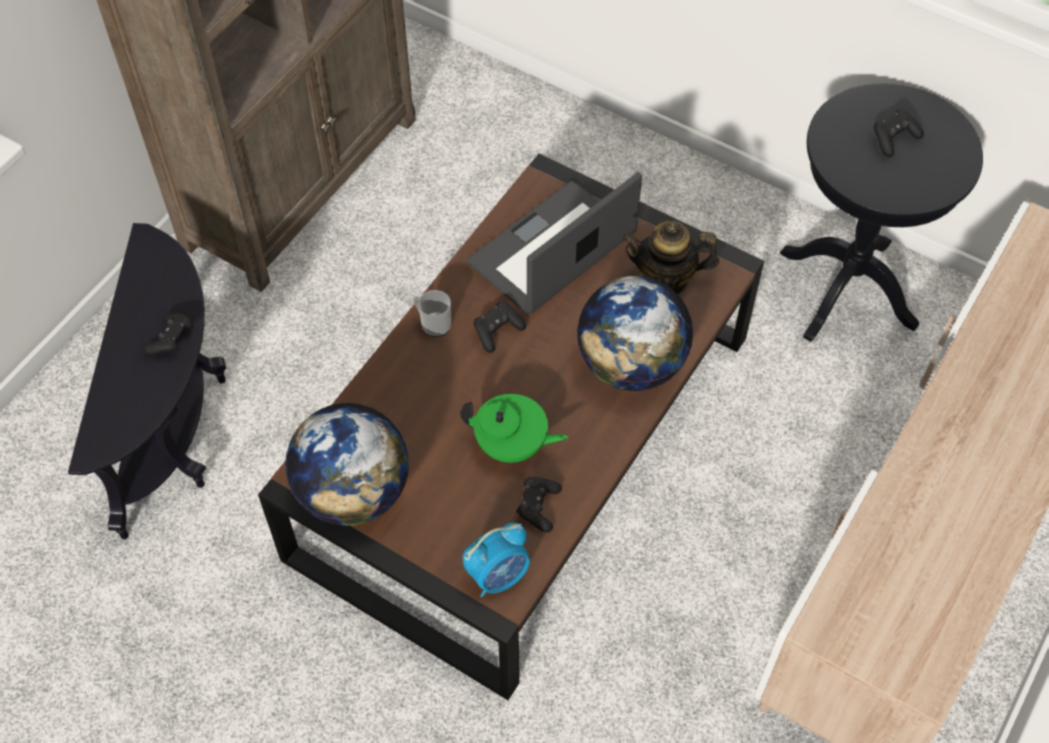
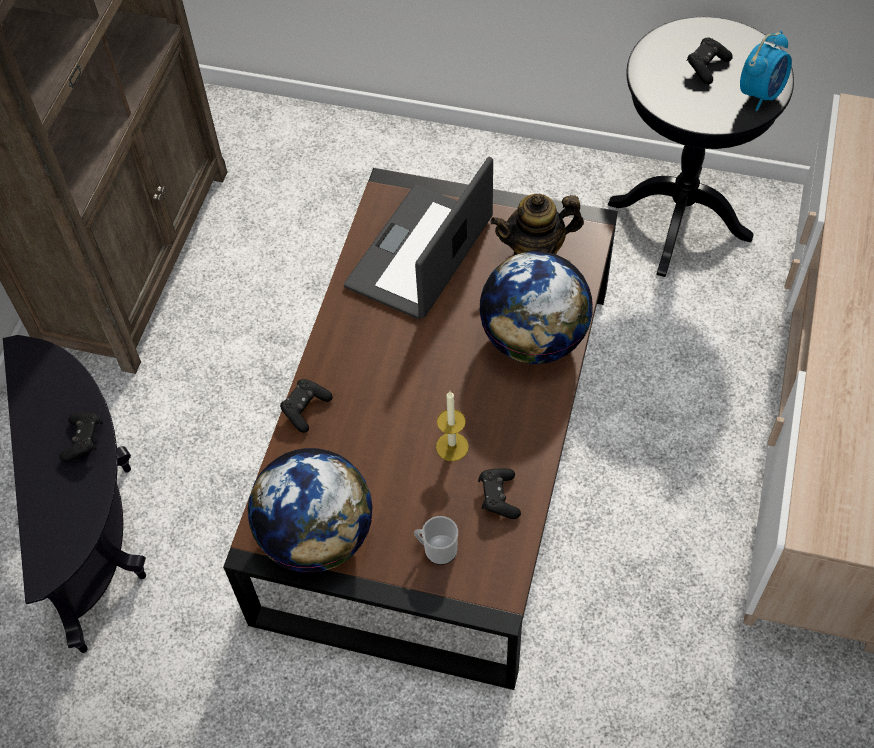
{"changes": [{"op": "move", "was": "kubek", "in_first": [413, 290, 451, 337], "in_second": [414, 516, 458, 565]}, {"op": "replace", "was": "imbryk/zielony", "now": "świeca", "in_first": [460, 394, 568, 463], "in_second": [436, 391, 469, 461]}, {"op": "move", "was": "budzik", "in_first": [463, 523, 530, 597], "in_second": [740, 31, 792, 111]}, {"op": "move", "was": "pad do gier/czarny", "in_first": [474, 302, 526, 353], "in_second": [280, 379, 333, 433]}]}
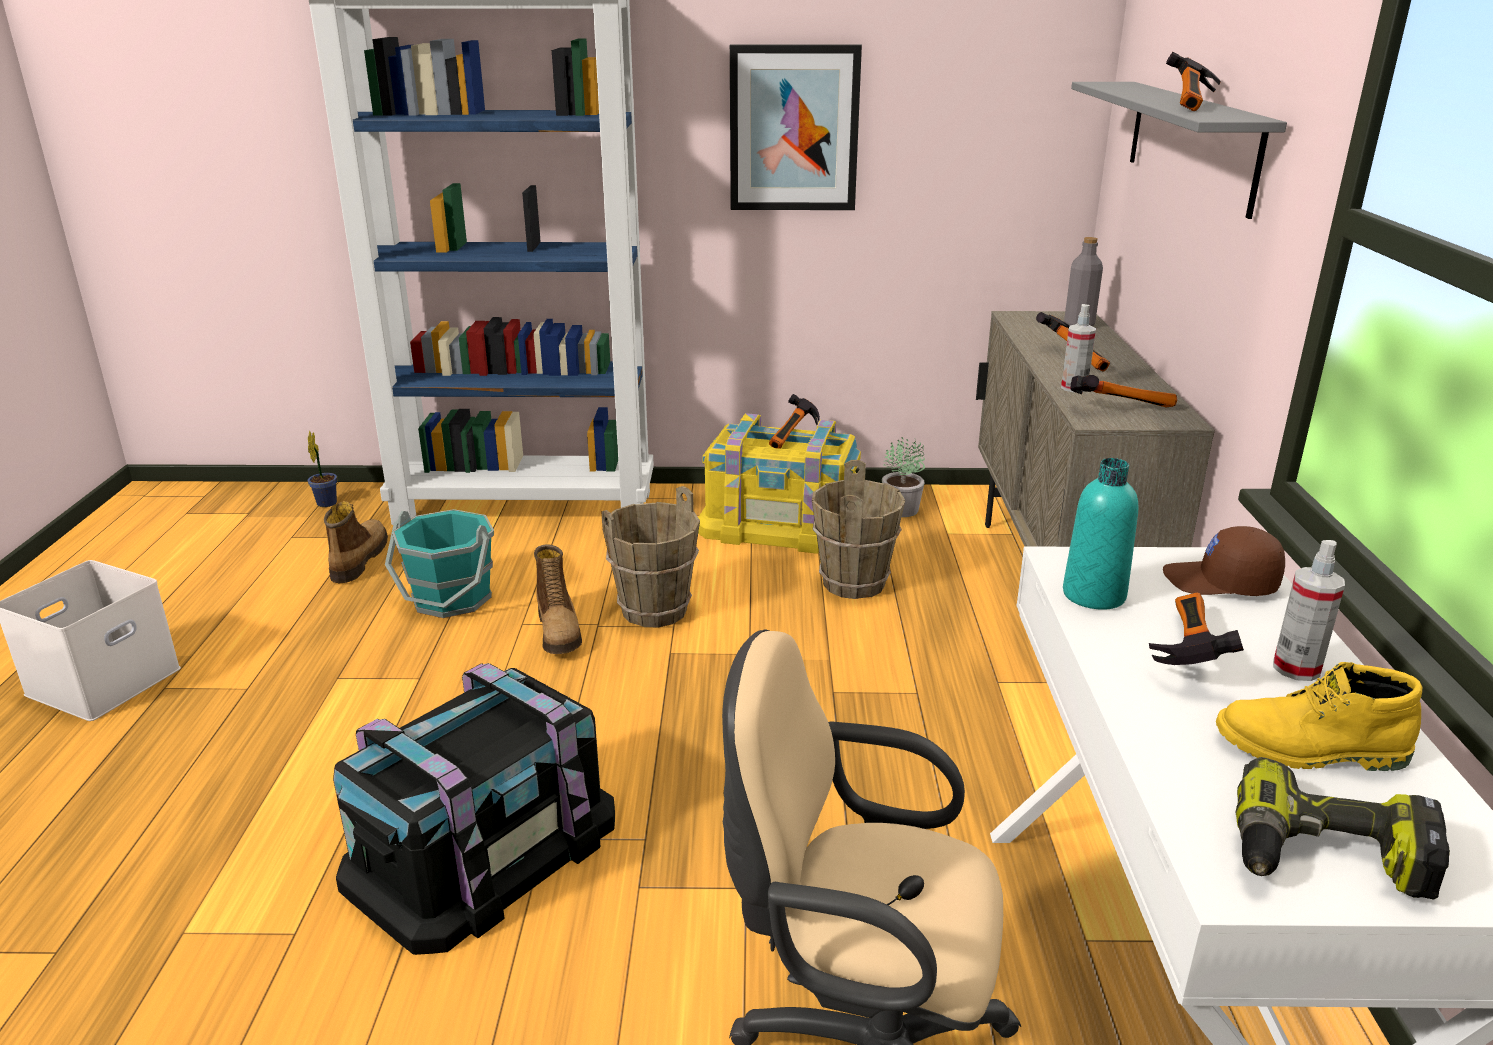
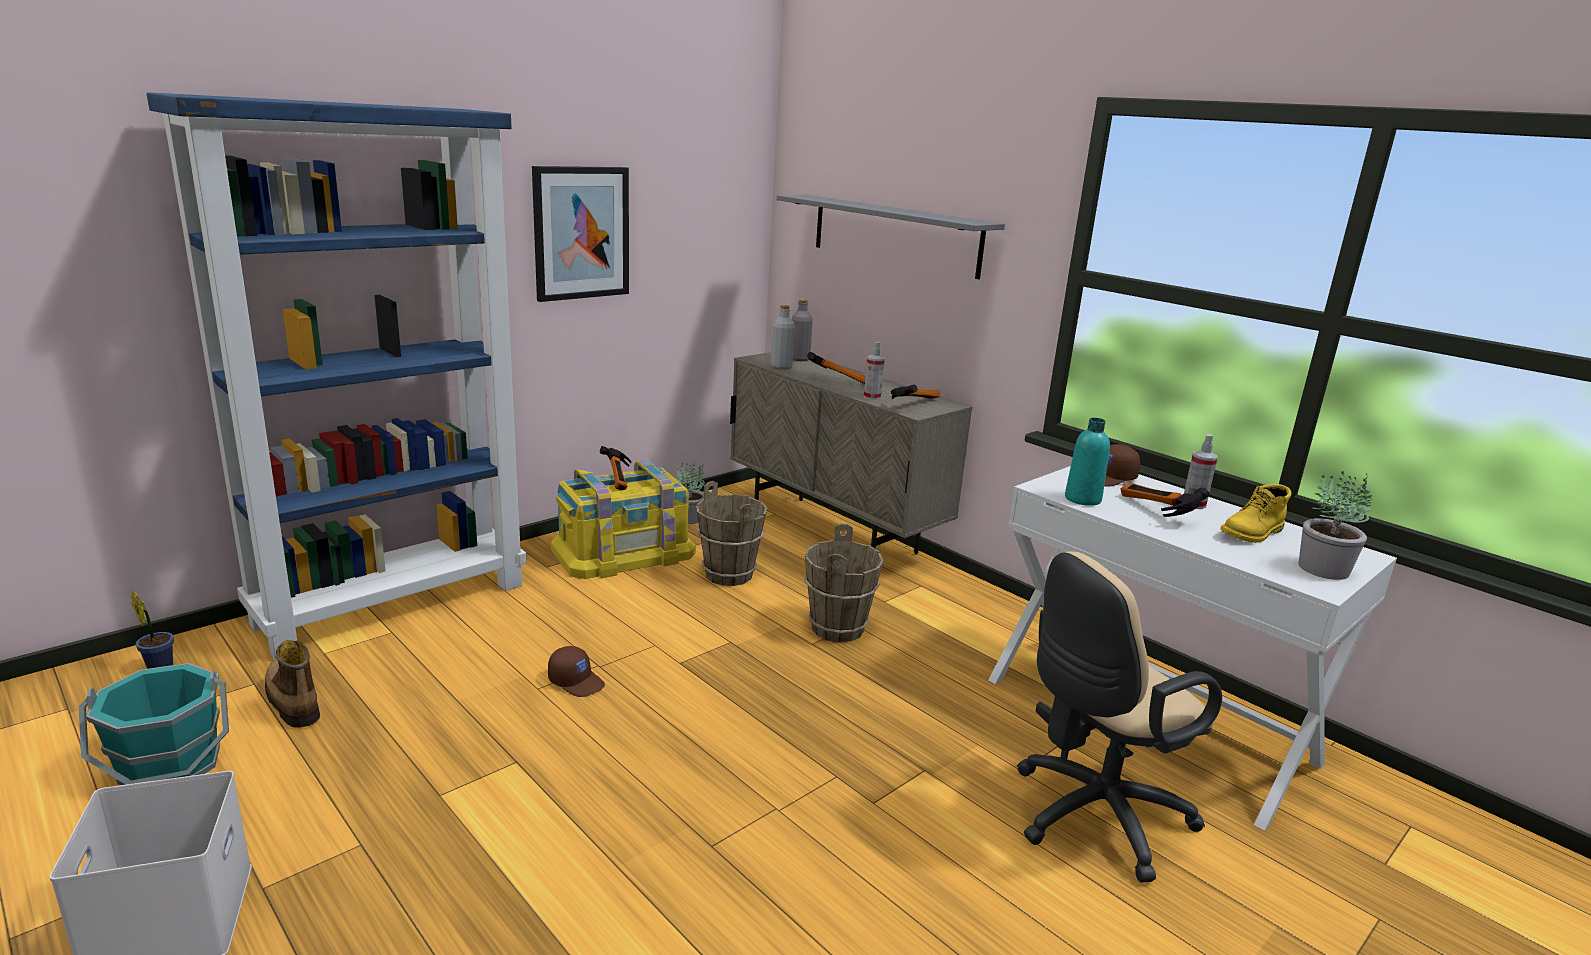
{"changes": [{"op": "delete", "was": "pojemnik do przechowywania/czarny", "in_first": [333, 663, 615, 955]}, {"op": "move", "was": "wiadro/turkusowy", "in_first": [385, 509, 494, 618], "in_second": [79, 663, 229, 785]}, {"op": "replace", "was": "but z cholewką", "now": "czapka z daszkiem/brązowy", "in_first": [534, 544, 582, 654], "in_second": [548, 646, 605, 697]}, {"op": "move", "was": "wiadro/brązowy", "in_first": [601, 486, 700, 627], "in_second": [804, 524, 884, 642]}, {"op": "delete", "was": "młotek", "in_first": [1166, 52, 1221, 111]}, {"op": "replace", "was": "wiertarka", "now": "roślina doniczkowa", "in_first": [1236, 757, 1450, 899], "in_second": [1298, 471, 1372, 580]}, {"op": "insert", "now": "butelka/szary", "in_second": [771, 305, 795, 370]}]}
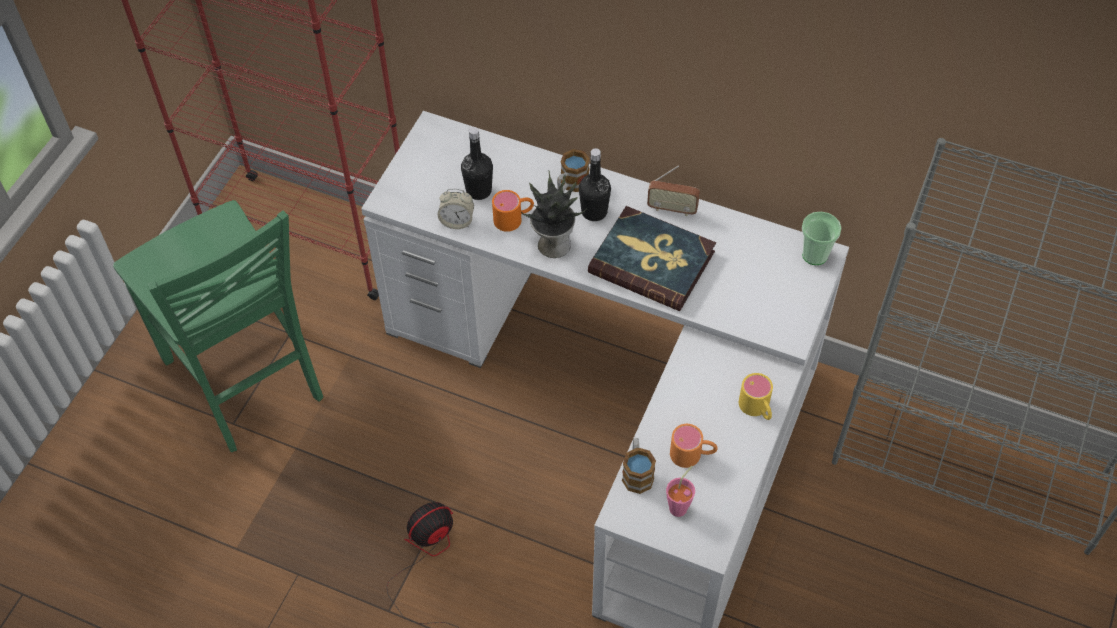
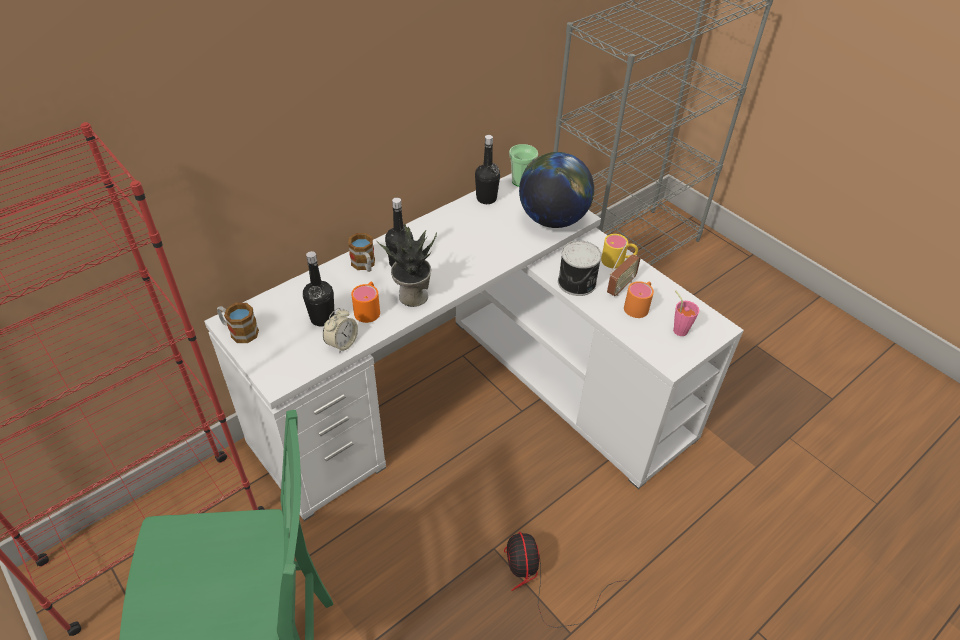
{"changes": [{"op": "delete", "was": "książka", "in_first": [588, 206, 716, 311]}, {"op": "move", "was": "kubek", "in_first": [622, 438, 656, 494], "in_second": [217, 303, 259, 343]}, {"op": "move", "was": "radio", "in_first": [647, 166, 700, 216], "in_second": [607, 245, 640, 296]}, {"op": "insert", "now": "butelka/czarny", "in_second": [475, 135, 500, 204]}, {"op": "insert", "now": "globus", "in_second": [519, 152, 594, 228]}, {"op": "insert", "now": "puszka", "in_second": [558, 241, 602, 296]}]}
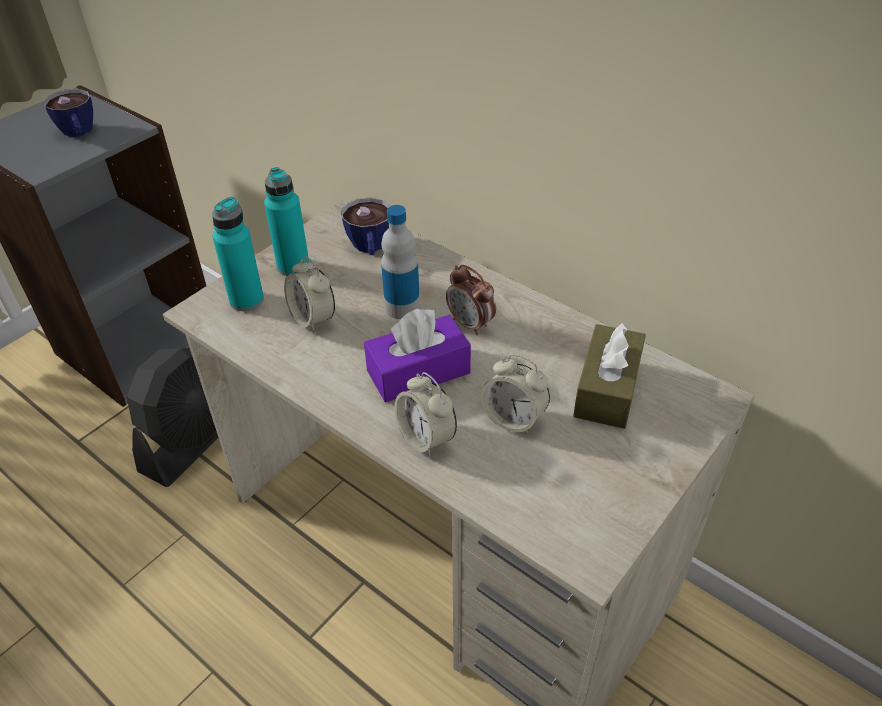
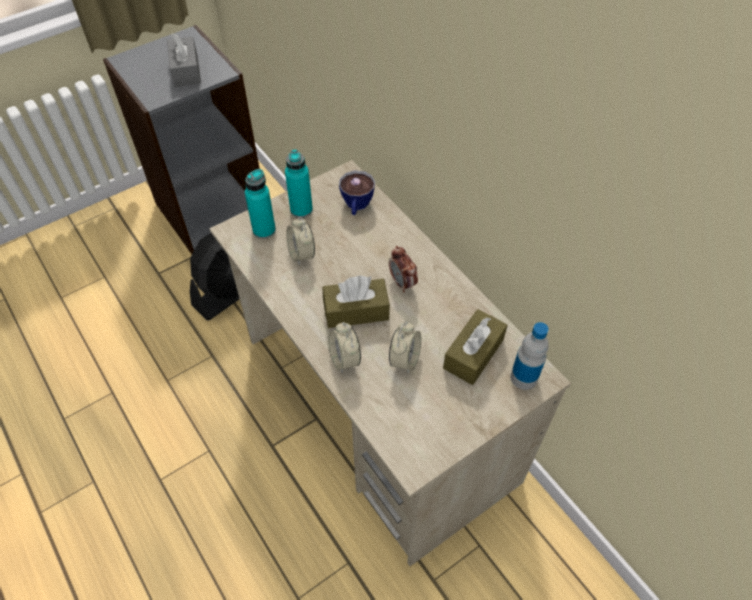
{"changes": [{"op": "replace", "was": "filiżanka", "now": "pudełko chusteczek/szary", "in_first": [43, 89, 93, 137], "in_second": [167, 33, 201, 87]}, {"op": "recolor", "was": "pudełko chusteczek/fioletowy", "now": "pudełko chusteczek/brązowy", "in_first": [364, 309, 471, 402], "in_second": [323, 276, 390, 328]}, {"op": "move", "was": "butelka", "in_first": [381, 205, 420, 319], "in_second": [510, 322, 549, 390]}, {"op": "rotate", "was": "budzik", "in_first": [481, 354, 550, 435], "in_second": [389, 322, 421, 374], "clockwise": -120}]}
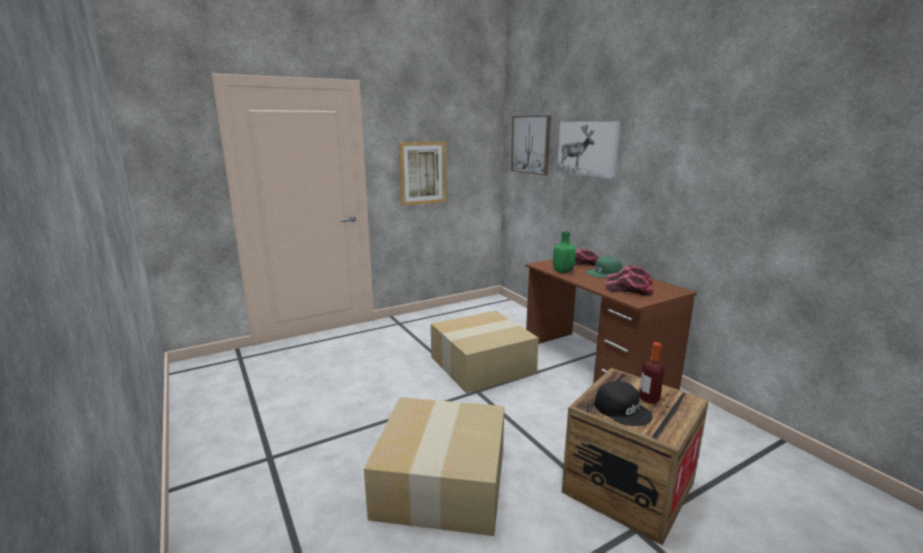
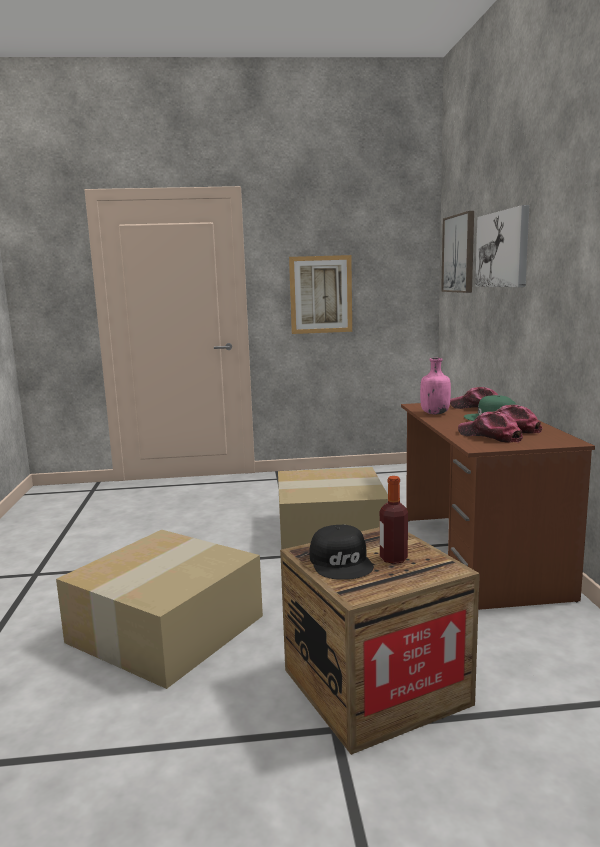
{"changes": [{"op": "recolor", "was": "butelka/zielony", "now": "butelka/różowy", "in_first": [553, 232, 576, 273], "in_second": [420, 358, 451, 414]}]}
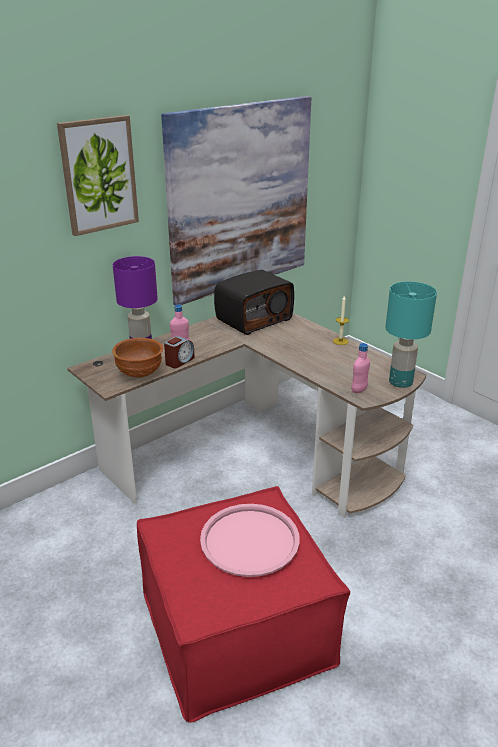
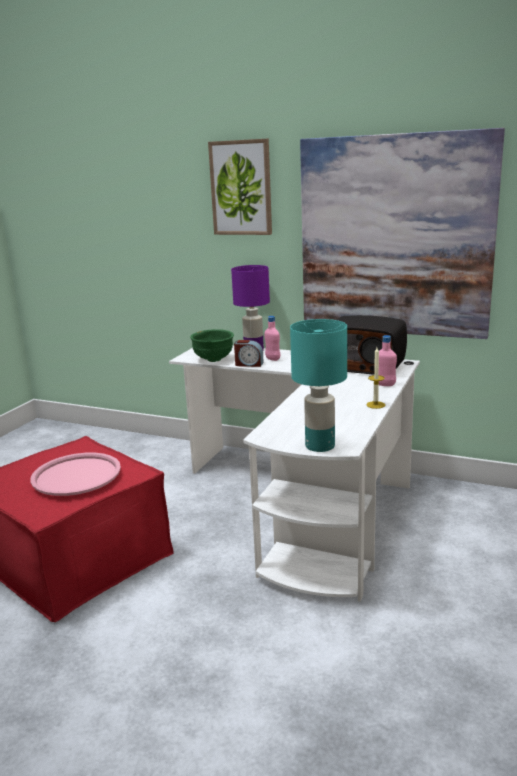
{"changes": [{"op": "recolor", "was": "biurko/brązowy", "now": "biurko/biały", "in_first": [67, 313, 427, 518], "in_second": [169, 346, 420, 602]}, {"op": "recolor", "was": "miska/brązowy", "now": "miska/zielony", "in_first": [112, 338, 163, 378], "in_second": [190, 329, 234, 362]}, {"op": "move", "was": "butelka/różowy", "in_first": [351, 343, 370, 393], "in_second": [379, 335, 397, 386]}]}
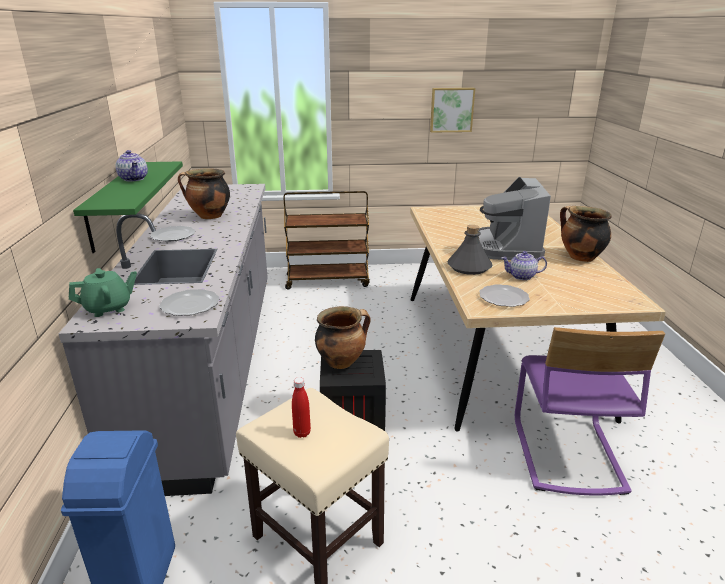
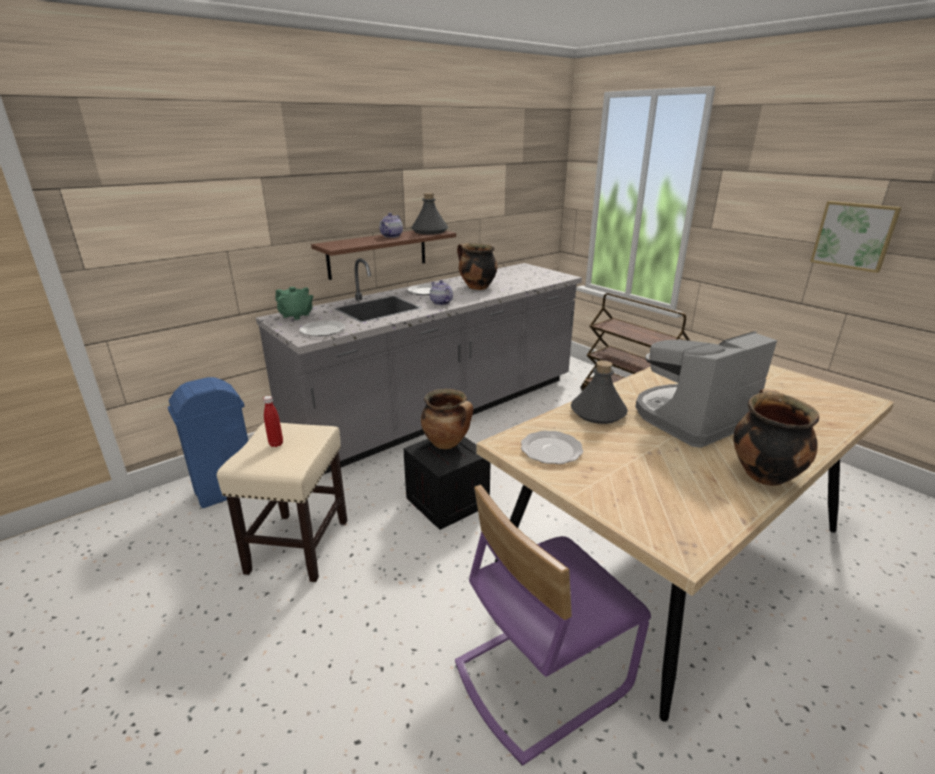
{"changes": [{"op": "recolor", "was": "półka/zielony", "now": "półka/brązowy", "in_first": [73, 161, 183, 253], "in_second": [311, 230, 456, 280]}, {"op": "move", "was": "imbryk", "in_first": [501, 251, 547, 280], "in_second": [430, 280, 453, 305]}, {"op": "insert", "now": "butelka/szary", "in_second": [411, 193, 448, 234]}]}
